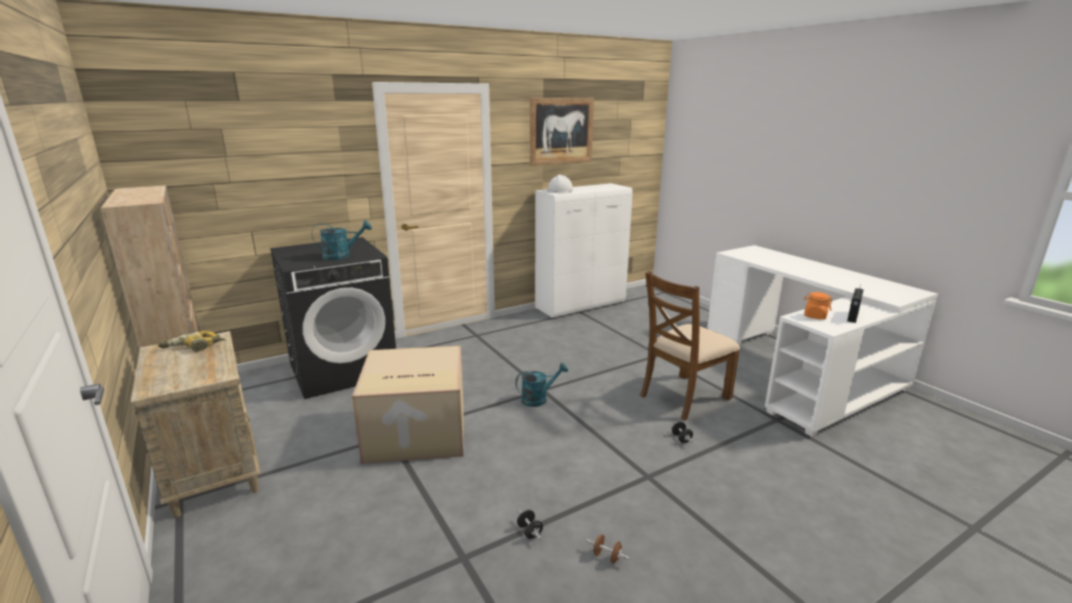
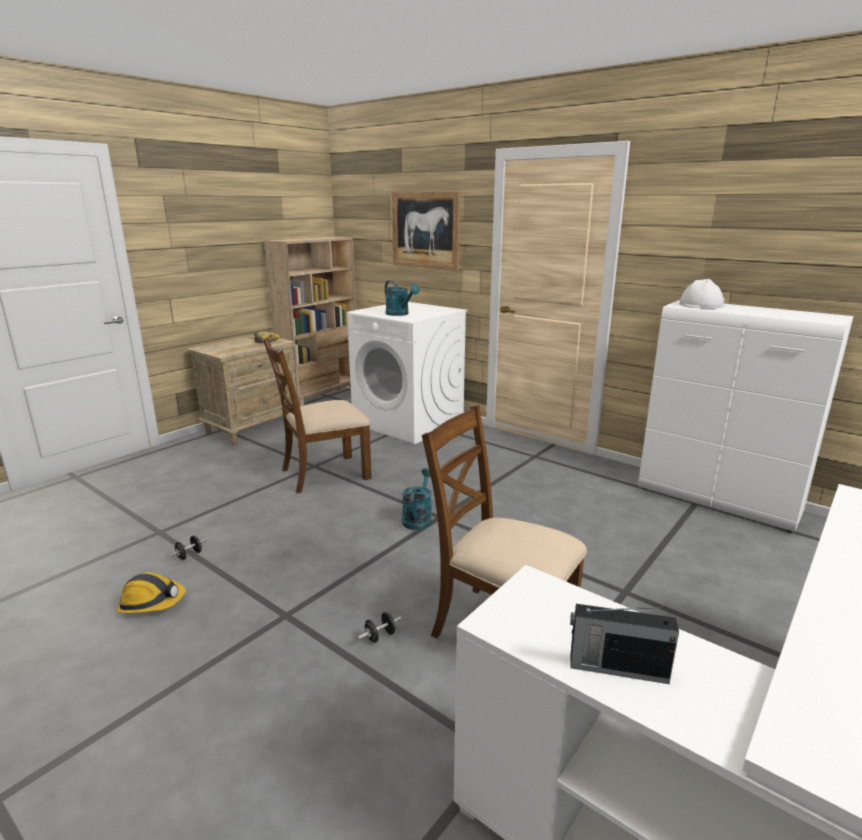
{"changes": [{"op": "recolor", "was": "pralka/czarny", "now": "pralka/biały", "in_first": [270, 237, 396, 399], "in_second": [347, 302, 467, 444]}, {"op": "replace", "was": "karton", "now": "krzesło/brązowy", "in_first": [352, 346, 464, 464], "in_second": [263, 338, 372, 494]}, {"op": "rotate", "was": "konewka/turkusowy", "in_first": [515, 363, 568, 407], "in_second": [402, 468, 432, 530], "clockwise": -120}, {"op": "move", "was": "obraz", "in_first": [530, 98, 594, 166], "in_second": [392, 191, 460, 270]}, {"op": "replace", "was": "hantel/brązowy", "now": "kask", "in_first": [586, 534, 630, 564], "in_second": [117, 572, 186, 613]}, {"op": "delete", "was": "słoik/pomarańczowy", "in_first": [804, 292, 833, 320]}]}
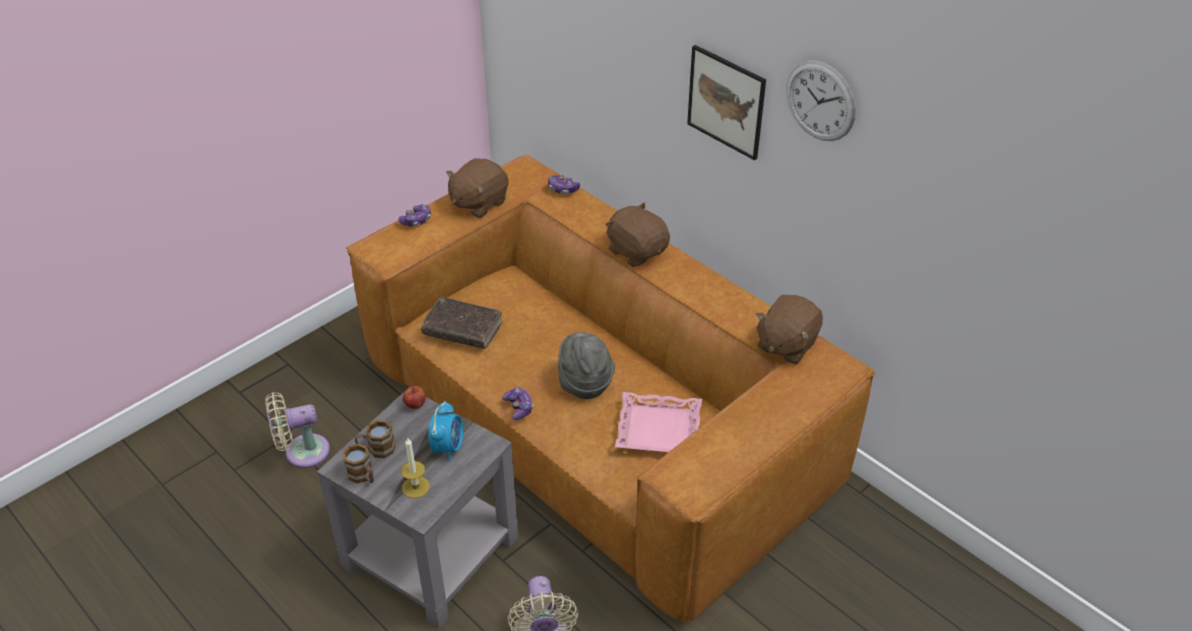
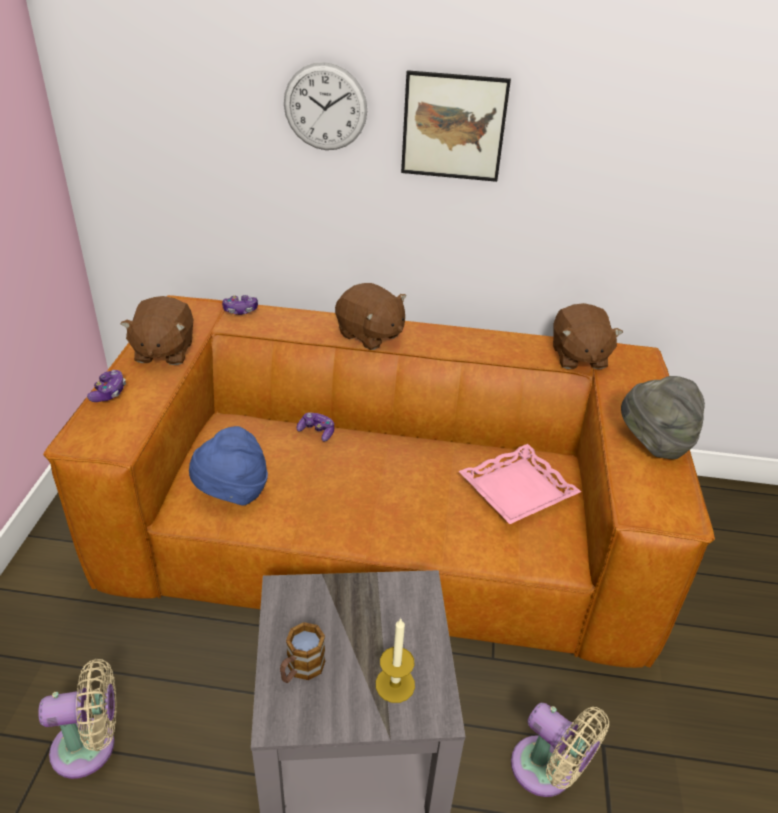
{"changes": [{"op": "rotate", "was": "wentylator/beżowy", "in_first": [265, 392, 330, 468], "in_second": [38, 659, 117, 779], "clockwise": -135}, {"op": "delete", "was": "kubek", "in_first": [343, 444, 374, 483]}, {"op": "delete", "was": "jabłko", "in_first": [403, 386, 426, 409]}, {"op": "replace", "was": "książka/brązowy", "now": "kapelusz/niebieski", "in_first": [421, 297, 503, 349], "in_second": [189, 426, 268, 506]}, {"op": "delete", "was": "budzik", "in_first": [429, 401, 463, 462]}, {"op": "move", "was": "pad do gier", "in_first": [502, 387, 533, 420], "in_second": [297, 412, 334, 441]}, {"op": "move", "was": "kapelusz/szary", "in_first": [558, 332, 615, 399], "in_second": [621, 376, 705, 459]}, {"op": "rotate", "was": "pluszak/brązowy", "in_first": [606, 202, 670, 267], "in_second": [335, 283, 406, 350], "clockwise": -150}, {"op": "move", "was": "zegar ścienny", "in_first": [787, 61, 856, 141], "in_second": [284, 62, 367, 150]}]}
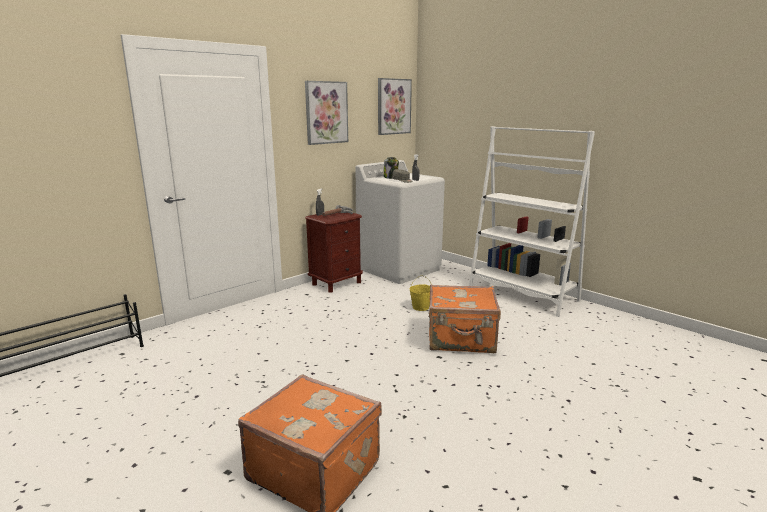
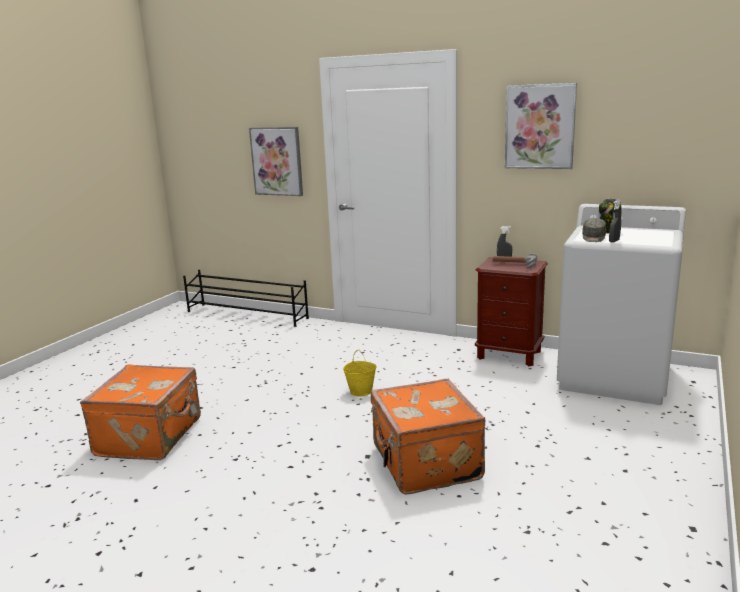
{"changes": [{"op": "move", "was": "obraz", "in_first": [378, 78, 412, 135], "in_second": [249, 127, 303, 196]}, {"op": "move", "was": "wiadro/żółty", "in_first": [409, 275, 431, 311], "in_second": [343, 350, 377, 397]}, {"op": "delete", "was": "regał/biały", "in_first": [469, 126, 595, 317]}]}
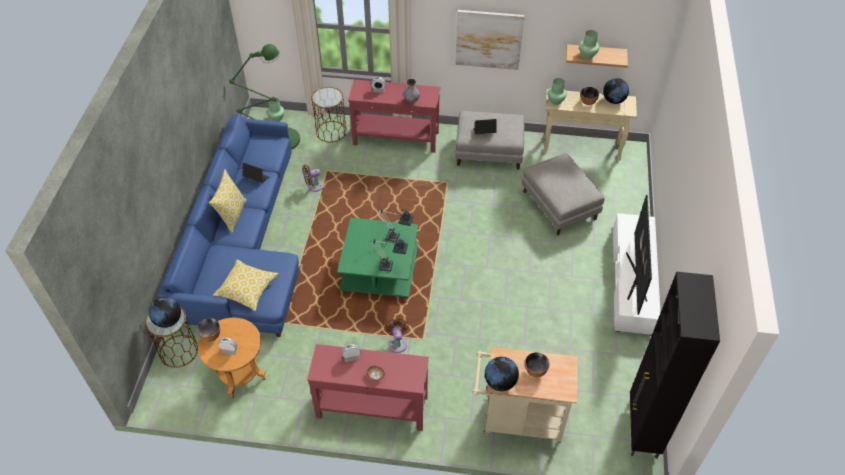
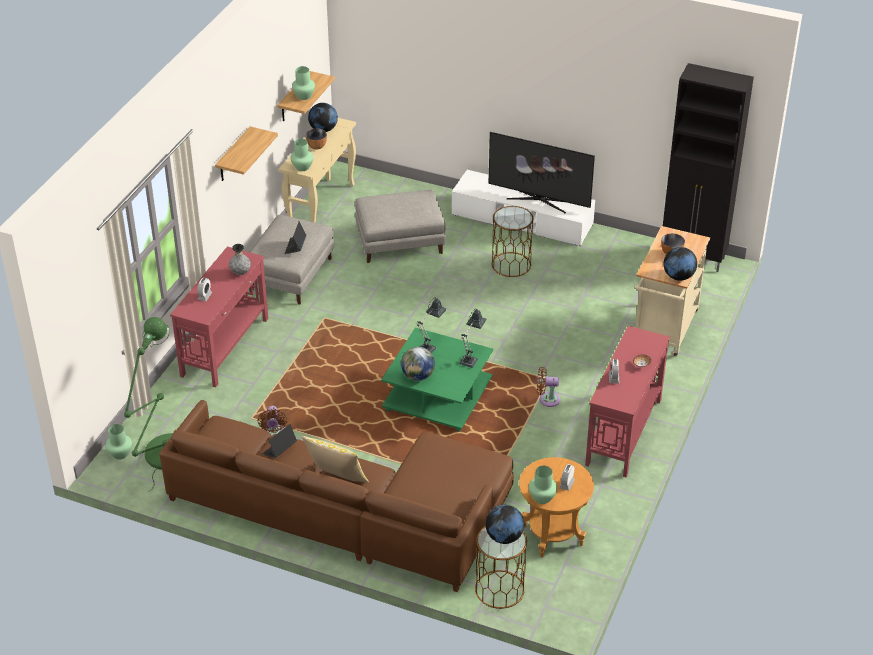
{"changes": [{"op": "recolor", "was": "kanapa/niebieski", "now": "kanapa/brązowy", "in_first": [158, 113, 299, 337], "in_second": [159, 400, 514, 592]}, {"op": "replace", "was": "miska", "now": "wazon/zielony", "in_first": [197, 318, 220, 342], "in_second": [529, 466, 557, 504]}, {"op": "delete", "was": "poduszka", "in_first": [213, 260, 279, 311]}, {"op": "move", "was": "stolik/brązowy", "in_first": [311, 87, 347, 142], "in_second": [492, 206, 533, 277]}, {"op": "replace", "was": "obraz", "now": "półka", "in_first": [455, 10, 524, 70], "in_second": [215, 126, 278, 181]}, {"op": "insert", "now": "globus", "in_second": [401, 347, 435, 381]}]}
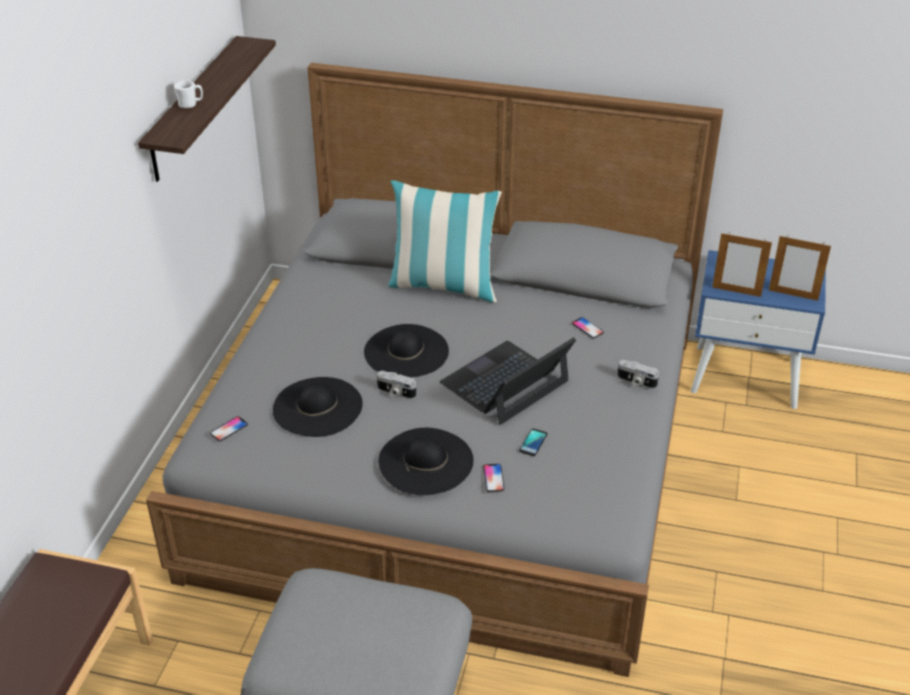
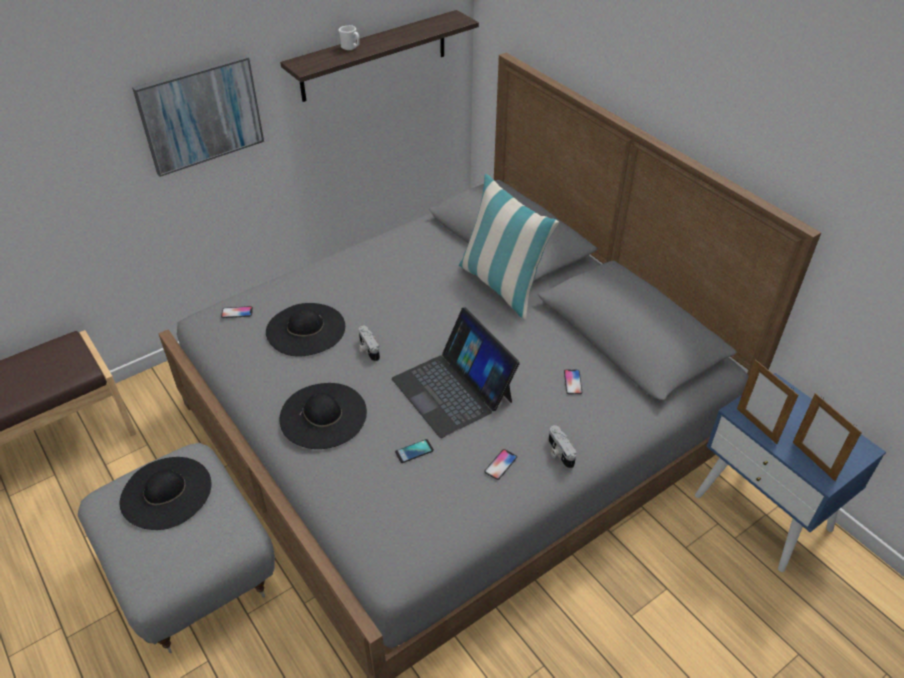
{"changes": [{"op": "move", "was": "kapelusz/czarny", "in_first": [364, 324, 449, 377], "in_second": [120, 457, 211, 530]}, {"op": "rotate", "was": "laptop", "in_first": [440, 337, 576, 425], "in_second": [392, 308, 520, 438], "clockwise": -120}, {"op": "move", "was": "telefon", "in_first": [483, 464, 505, 492], "in_second": [484, 449, 517, 480]}, {"op": "insert", "now": "obraz", "in_second": [132, 55, 264, 177]}]}
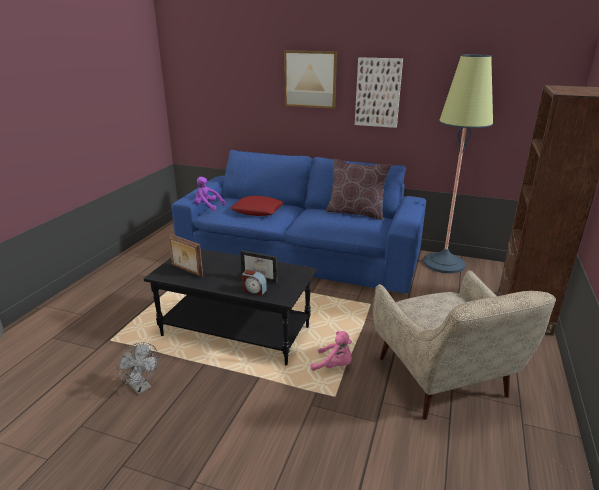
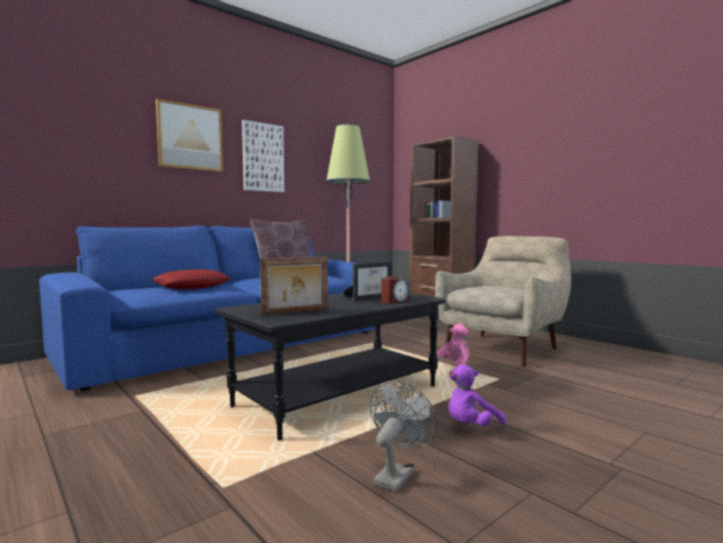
{"changes": [{"op": "rotate", "was": "wentylator/szary", "in_first": [117, 342, 159, 395], "in_second": [370, 381, 438, 492], "clockwise": -45}, {"op": "move", "was": "pluszak/fioletowy", "in_first": [194, 177, 225, 211], "in_second": [449, 365, 506, 426]}, {"op": "rotate", "was": "fotel/beżowy", "in_first": [373, 270, 556, 420], "in_second": [435, 236, 571, 367], "clockwise": -60}]}
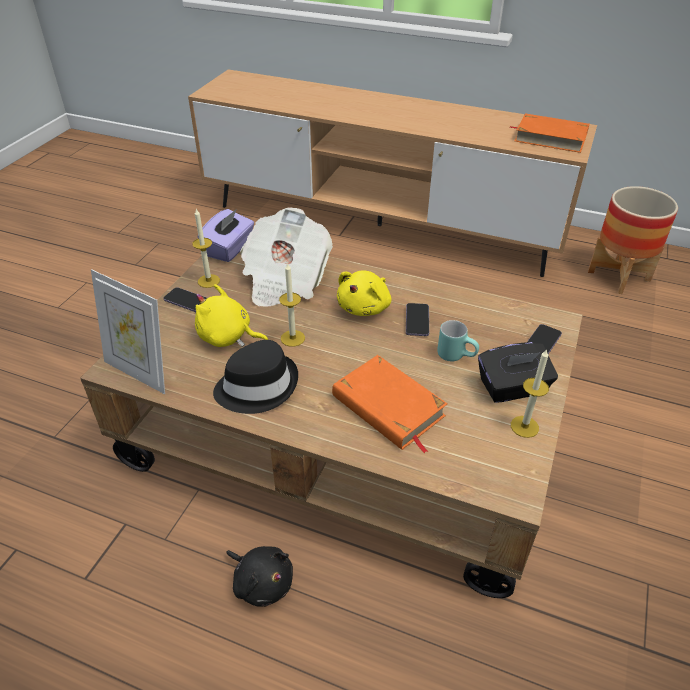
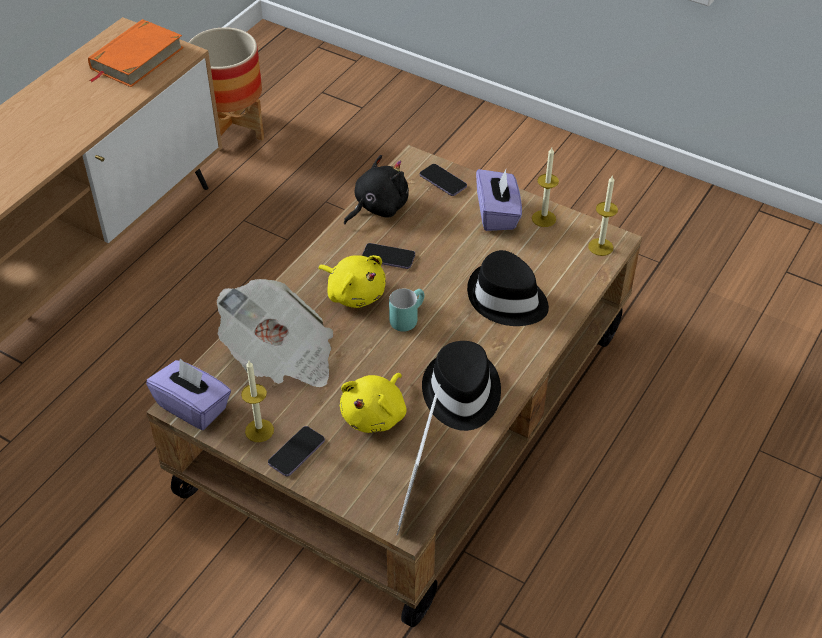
{"changes": [{"op": "rotate", "was": "ramka na zdjęcie", "in_first": [91, 269, 165, 394], "in_second": [397, 384, 441, 536], "clockwise": 150}, {"op": "move", "was": "pluszak/czarny", "in_first": [226, 546, 293, 607], "in_second": [344, 155, 409, 224]}, {"op": "move", "was": "świeca", "in_first": [279, 262, 305, 347], "in_second": [588, 175, 618, 256]}, {"op": "replace", "was": "książka/pomarańczowy", "now": "kapelusz/czarny", "in_first": [332, 355, 447, 454], "in_second": [467, 250, 549, 326]}, {"op": "move", "was": "kubek/turkusowy", "in_first": [437, 320, 479, 361], "in_second": [389, 289, 424, 332]}, {"op": "recolor", "was": "pudełko chusteczek/czarny", "now": "pudełko chusteczek/fioletowy", "in_first": [478, 342, 558, 403], "in_second": [476, 169, 522, 231]}]}
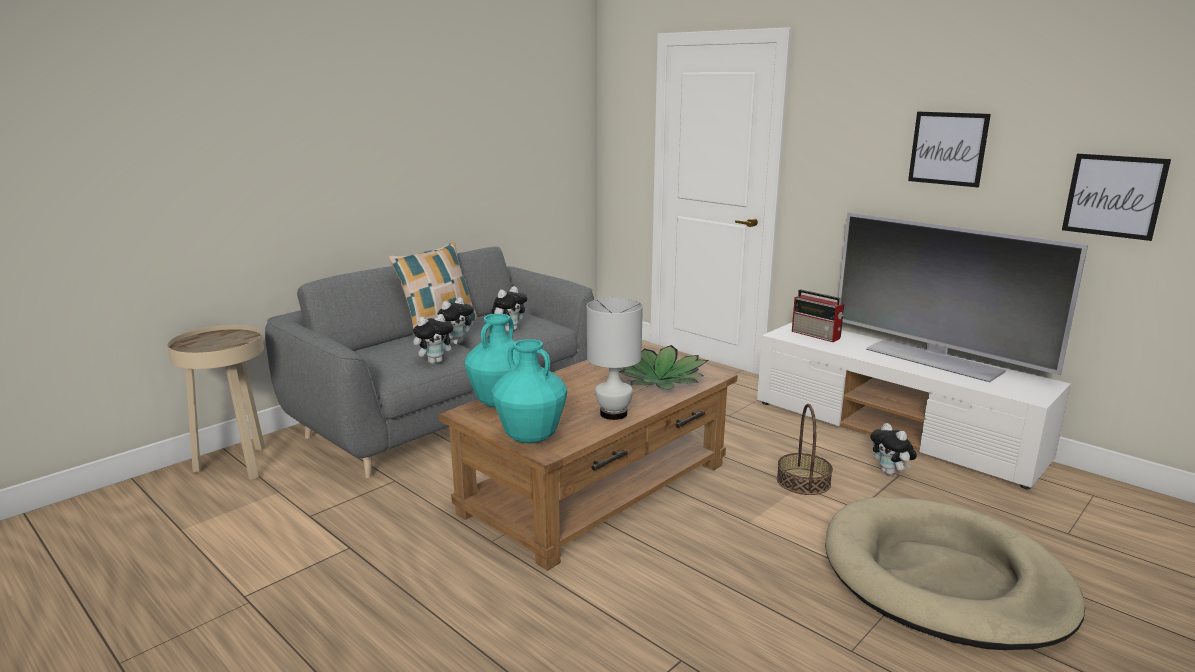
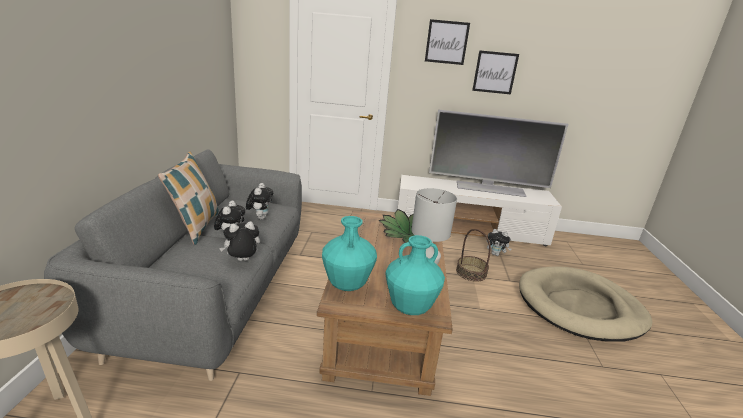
{"changes": [{"op": "rotate", "was": "pluszak", "in_first": [413, 314, 458, 364], "in_second": [219, 221, 260, 261], "clockwise": -135}, {"op": "delete", "was": "radio", "in_first": [792, 289, 844, 342]}, {"op": "move", "was": "obraz", "in_first": [1062, 154, 1171, 241], "in_second": [425, 19, 470, 65]}]}
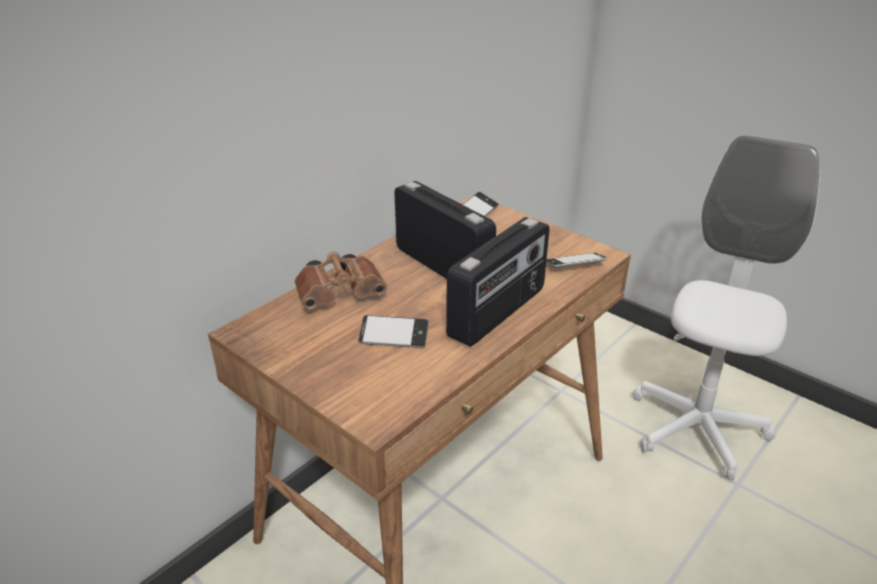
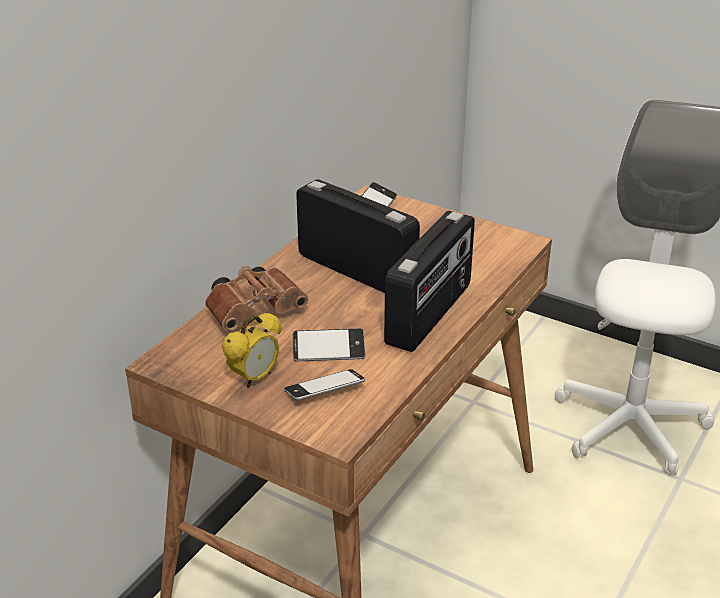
{"changes": [{"op": "move", "was": "telefon", "in_first": [546, 253, 607, 267], "in_second": [284, 369, 365, 400]}, {"op": "insert", "now": "budzik", "in_second": [222, 313, 281, 388]}]}
